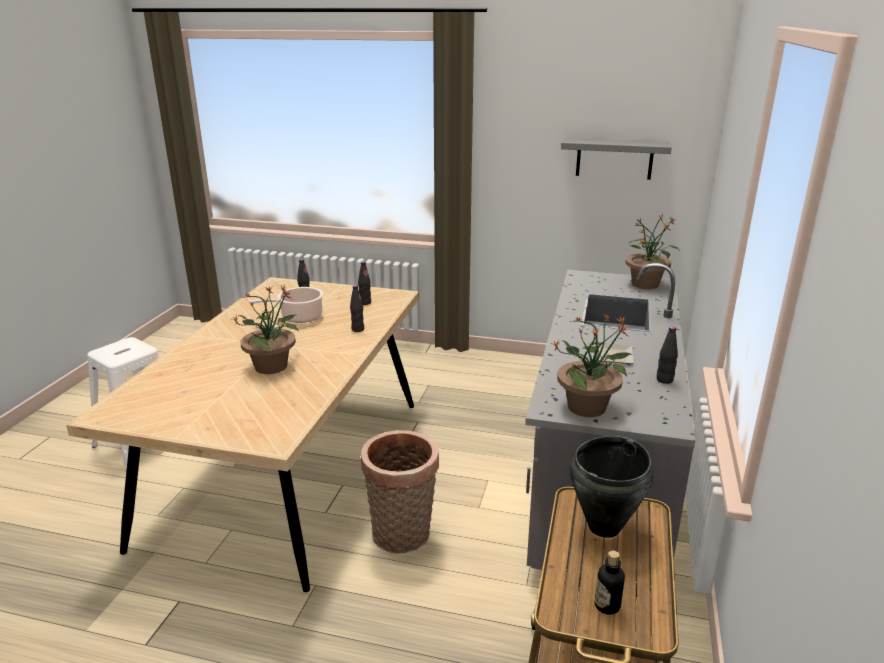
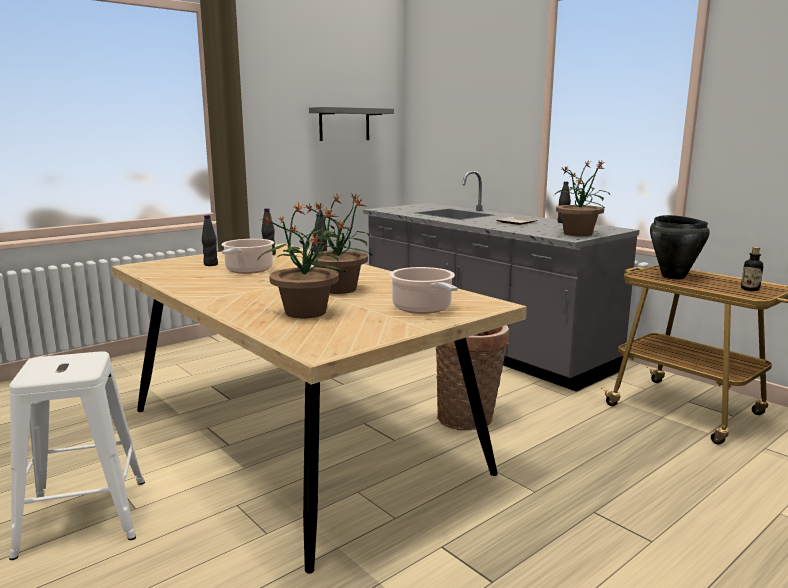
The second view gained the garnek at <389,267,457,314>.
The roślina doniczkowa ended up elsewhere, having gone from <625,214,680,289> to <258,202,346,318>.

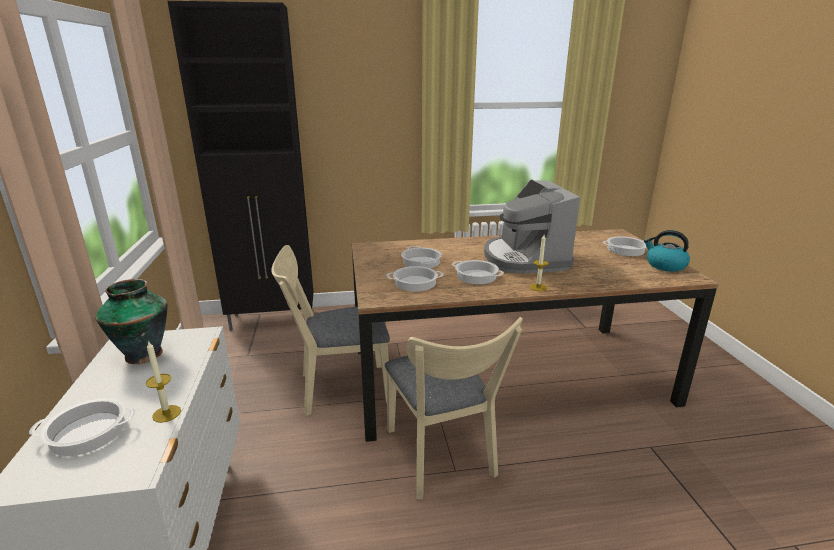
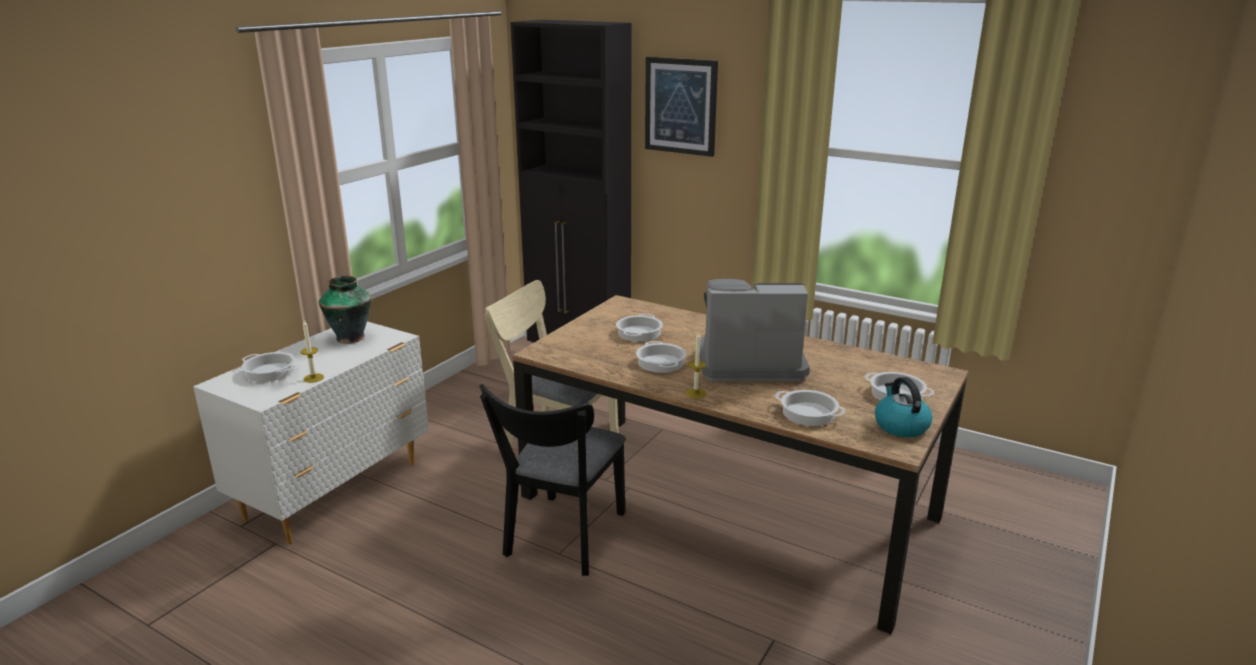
The second view gained the obraz at <645,57,718,157>.
The garnek ended up elsewhere, having gone from <386,266,444,292> to <775,390,846,426>.
What was the krzesło/beżowy at <385,317,523,500> turned into the krzesło/czarny at <479,384,626,576>.
The ekspres do kawy at <484,180,580,274> ended up facing another way, 60 degrees clockwise from before.

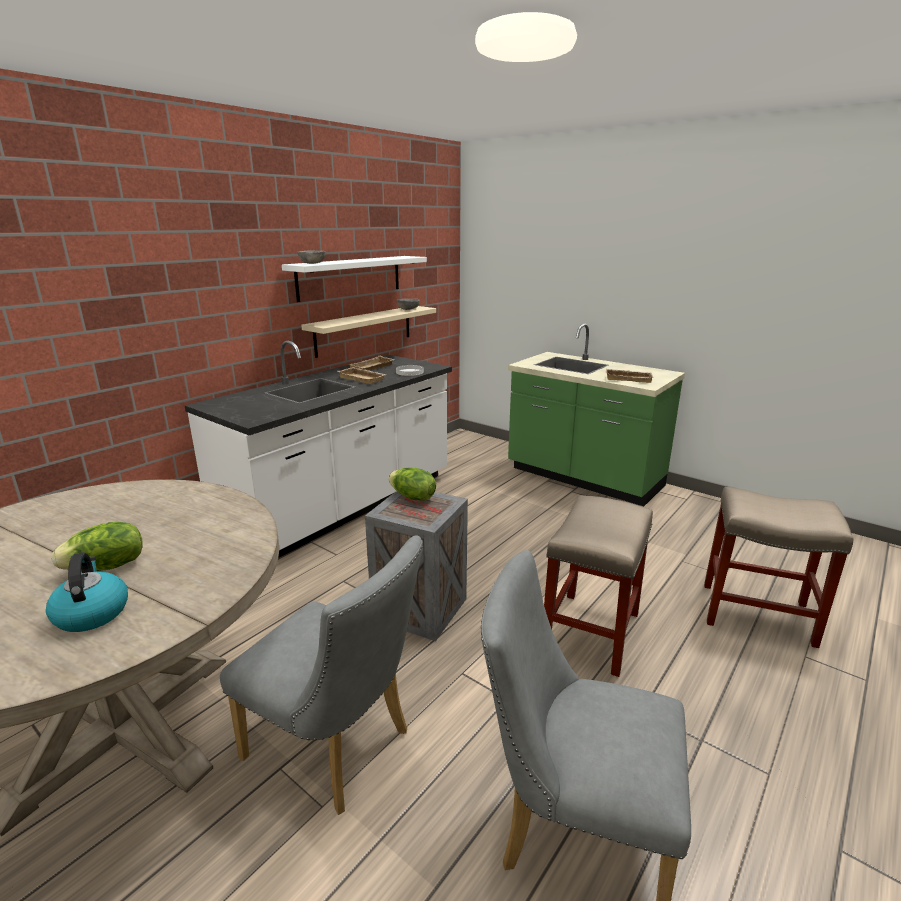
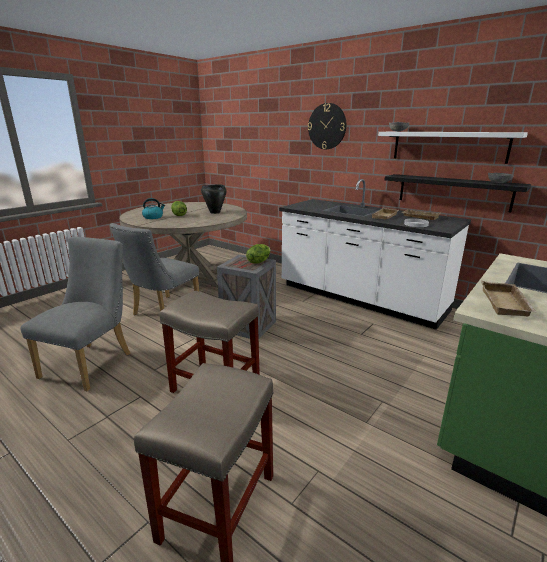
The second view gained the garnek/czarny at <201,185,227,214>.
The second view gained the zegar ścienny at <308,103,346,149>.
What was the półka/beżowy at <301,306,436,358> turned into the półka/czarny at <385,174,531,212>.

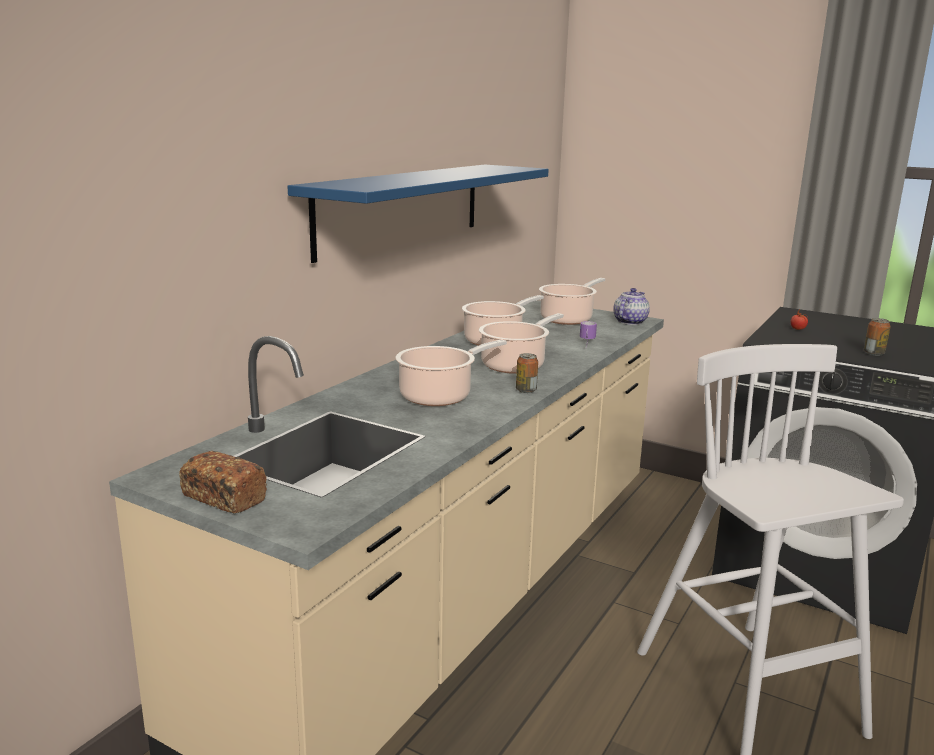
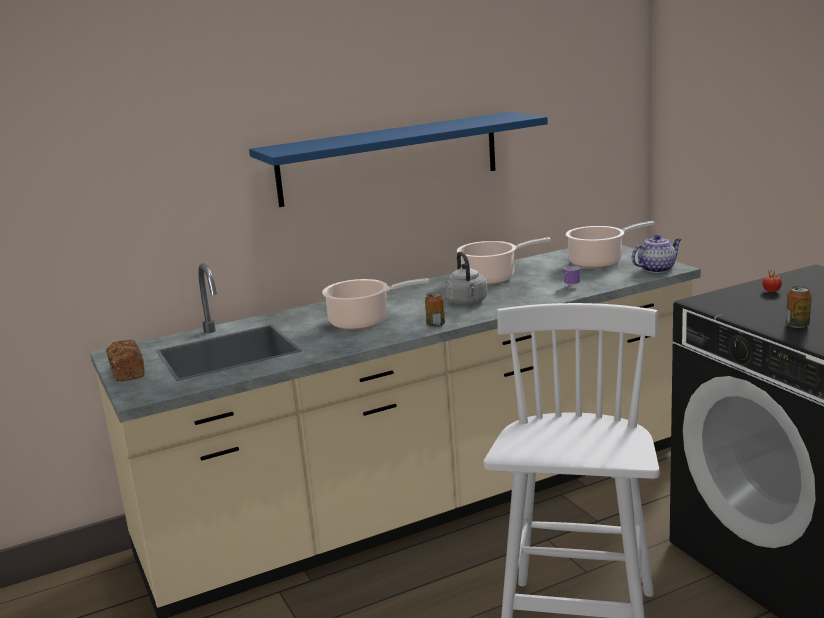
Where the garnek stood at <479,313,564,374>, the czajnik/szary came to stand at <446,251,487,305>.

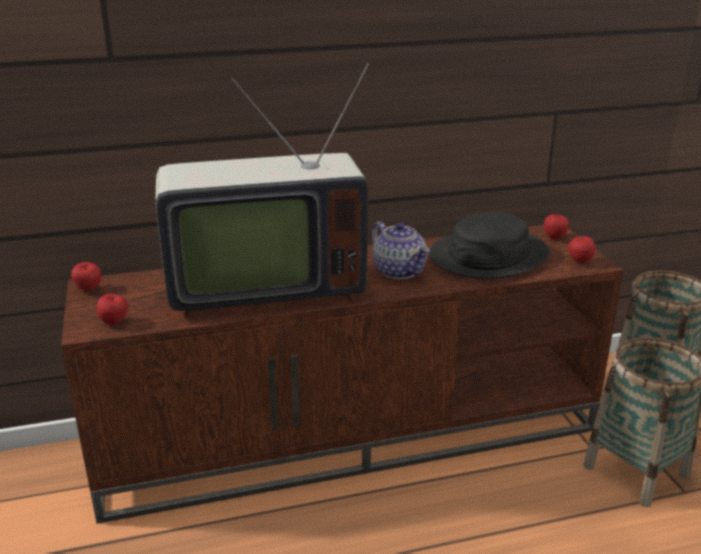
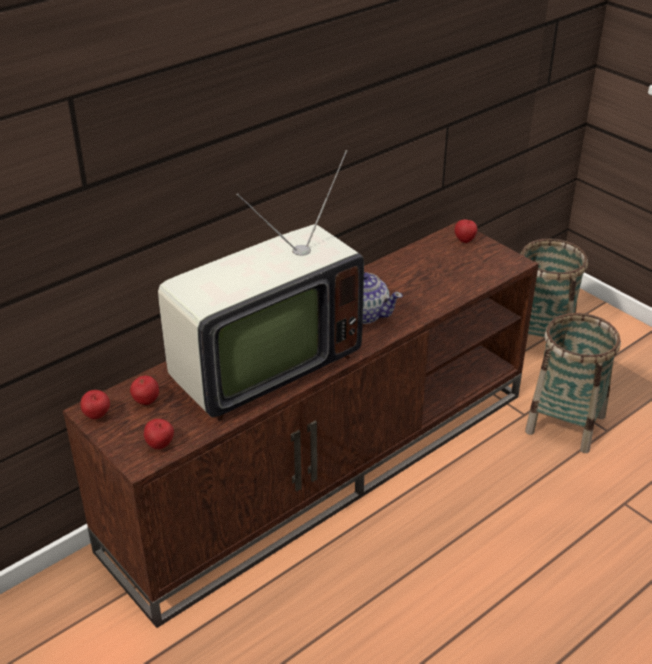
The second view lost the kapelusz/czarny at <429,212,550,279>.
The jabłko ended up elsewhere, having gone from <568,236,596,263> to <130,376,159,405>.

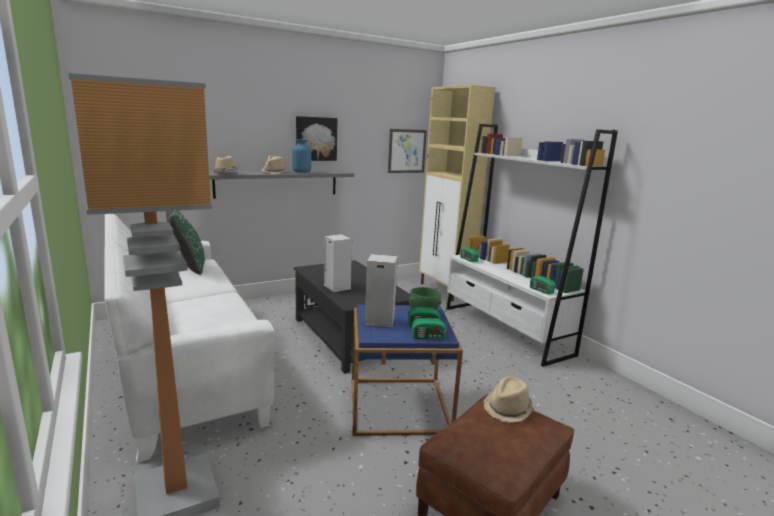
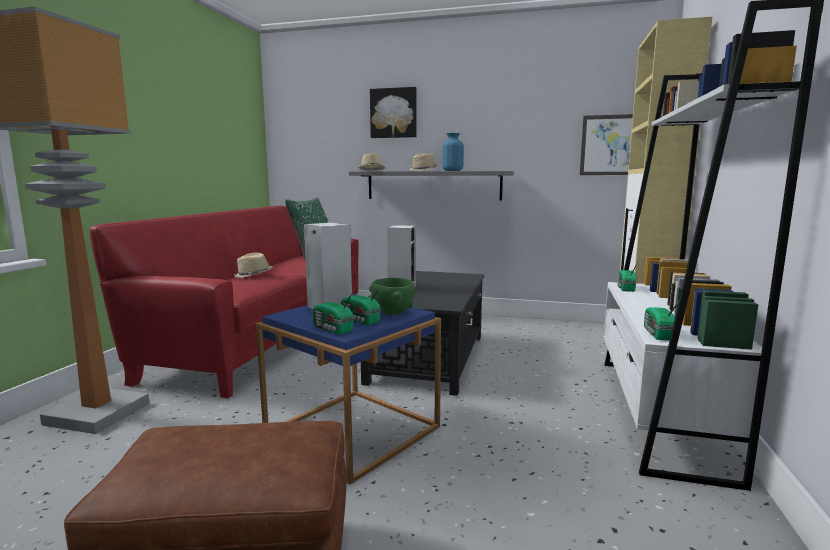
The obraz ended up elsewhere, having gone from <296,116,337,161> to <370,87,417,138>.
The kapelusz/beżowy ended up elsewhere, having gone from <484,376,534,423> to <234,253,273,278>.
What was the kanapa/biały at <104,214,274,463> turned into the kanapa/czerwony at <90,206,359,398>.

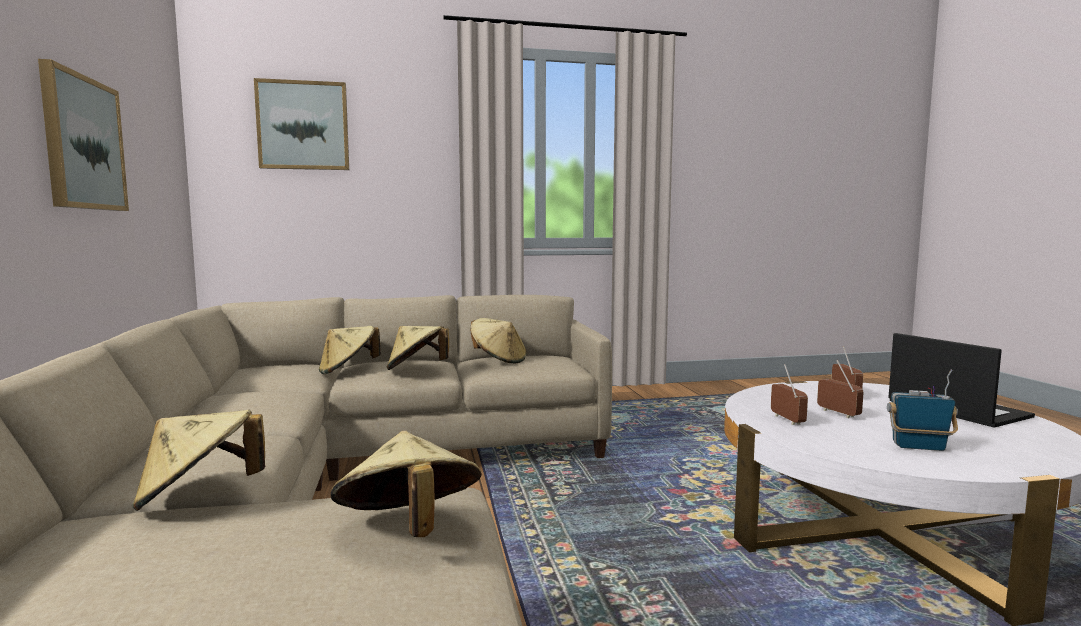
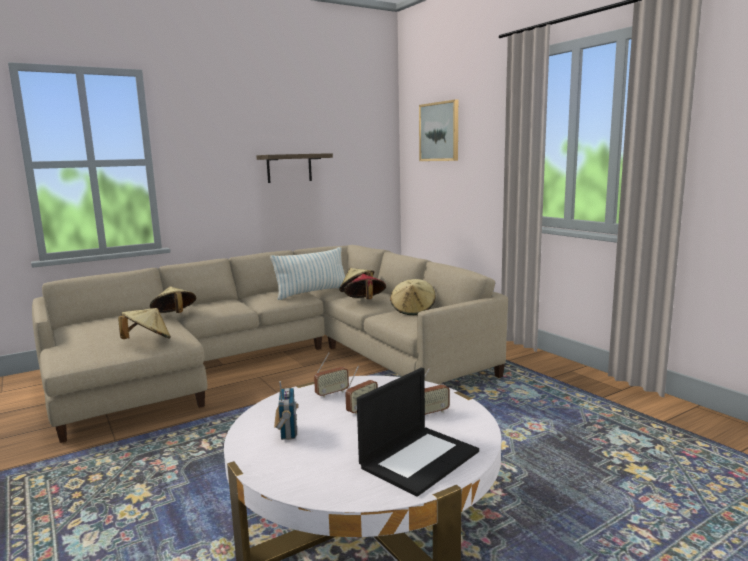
The second view gained the poduszka at <270,247,345,300>.
Where the obraz hung at <38,59,129,211>, the półka came to hang at <256,153,333,183>.
What was the kapelusz/beżowy at <387,326,449,370> turned into the kapelusz/czerwony at <344,274,386,299>.

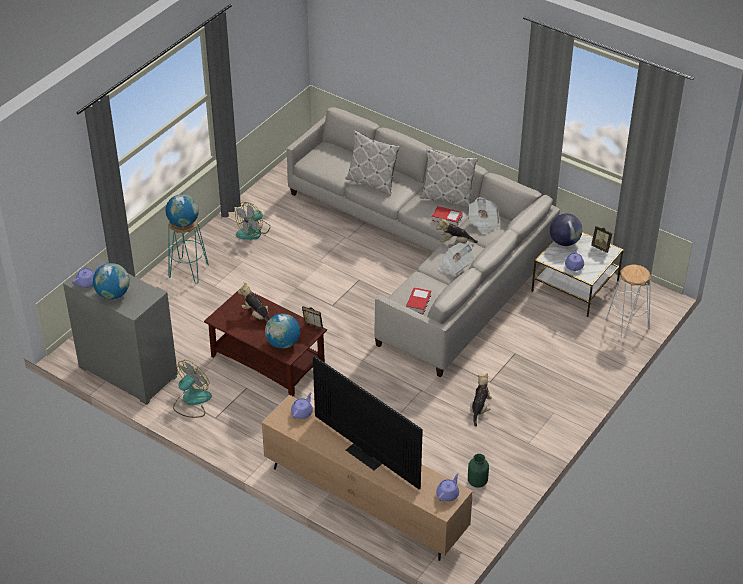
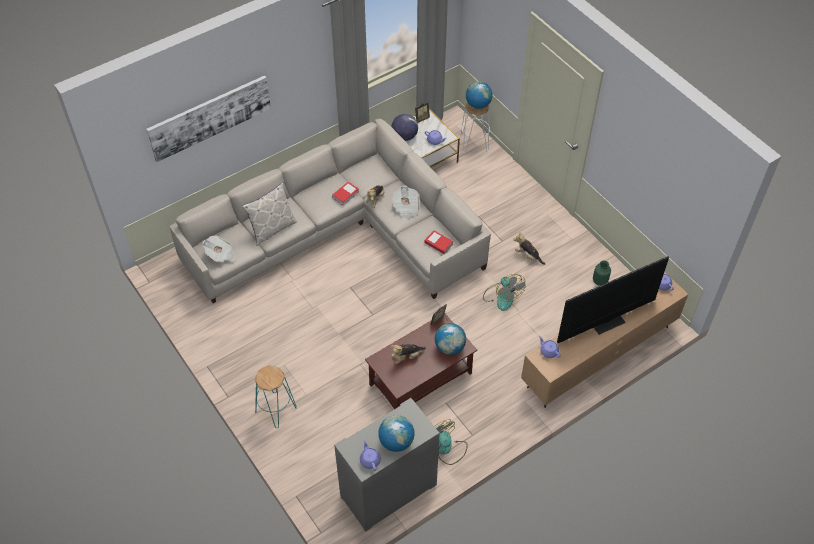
The second view lost the poduszka at <420,148,478,208>.
The second view gained the obraz at <147,75,271,162>.
The globus ended up elsewhere, having gone from <166,194,199,227> to <466,82,493,109>.
The wentylator ended up elsewhere, having gone from <235,202,270,240> to <483,274,526,311>.
The gazeta ended up elsewhere, having gone from <468,197,500,235> to <202,236,235,262>.

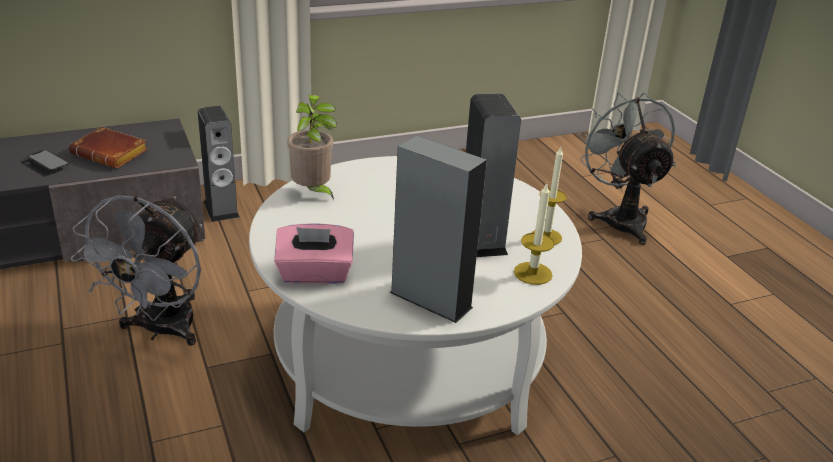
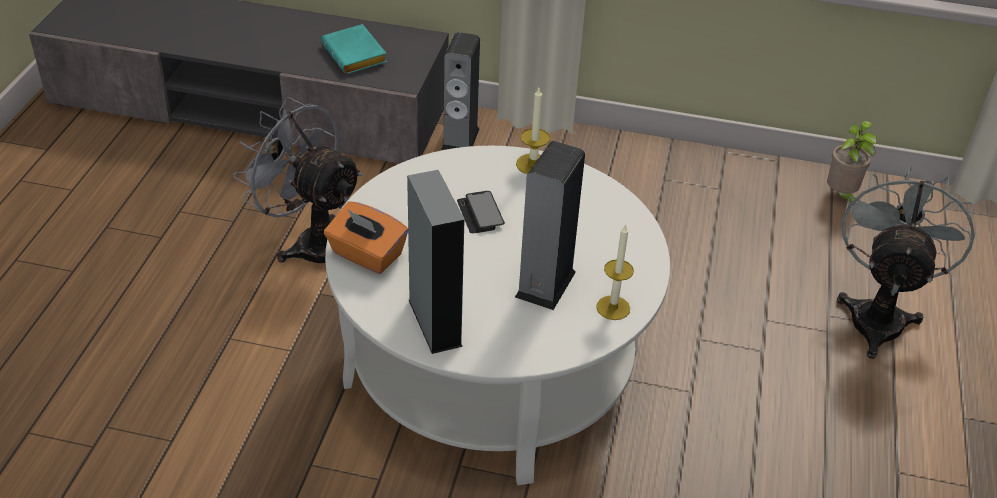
The telefon ended up elsewhere, having gone from <21,150,69,177> to <457,191,505,233>.
The roślina doniczkowa ended up elsewhere, having gone from <287,95,337,200> to <827,121,877,205>.
The świeca ended up elsewhere, having gone from <514,183,555,285> to <516,88,550,174>.
What was the książka/brązowy at <69,127,148,169> turned into the książka/turkusowy at <321,24,387,74>.
What was the pudełko chusteczek/różowy at <274,223,354,284> turned into the pudełko chusteczek/pomarańczowy at <324,201,408,274>.
The wentylator/szary at <71,195,202,346> ended up facing another way, 75 degrees clockwise from before.

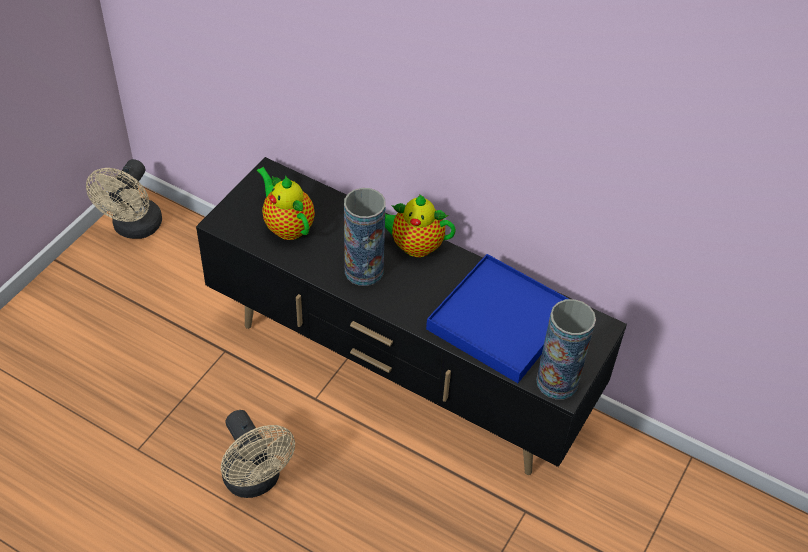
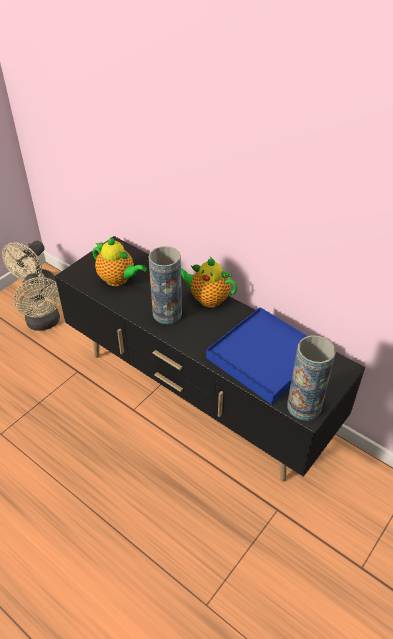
The wentylator/beżowy ended up elsewhere, having gone from <221,410,295,498> to <14,273,61,331>.
The imbryk at <257,167,315,240> ended up facing another way, 150 degrees clockwise from before.

